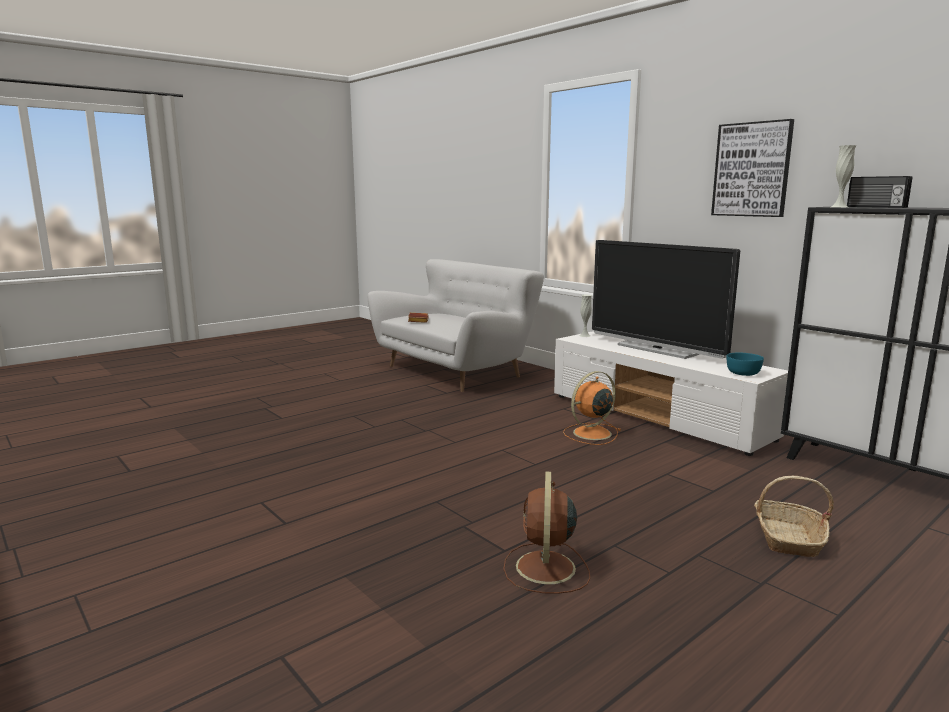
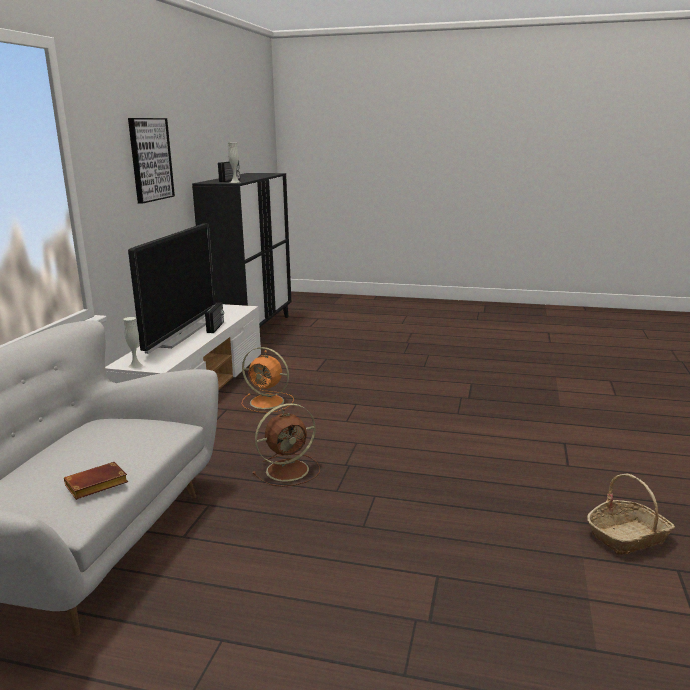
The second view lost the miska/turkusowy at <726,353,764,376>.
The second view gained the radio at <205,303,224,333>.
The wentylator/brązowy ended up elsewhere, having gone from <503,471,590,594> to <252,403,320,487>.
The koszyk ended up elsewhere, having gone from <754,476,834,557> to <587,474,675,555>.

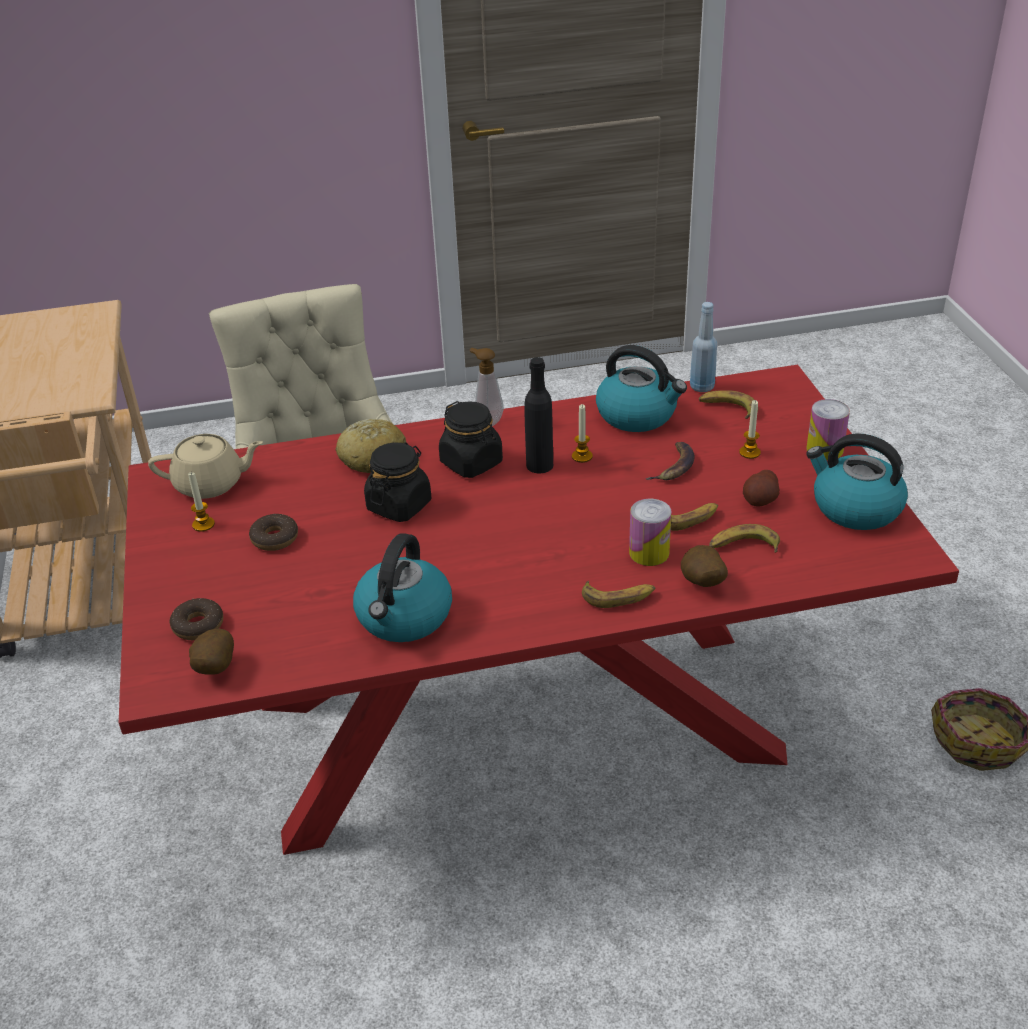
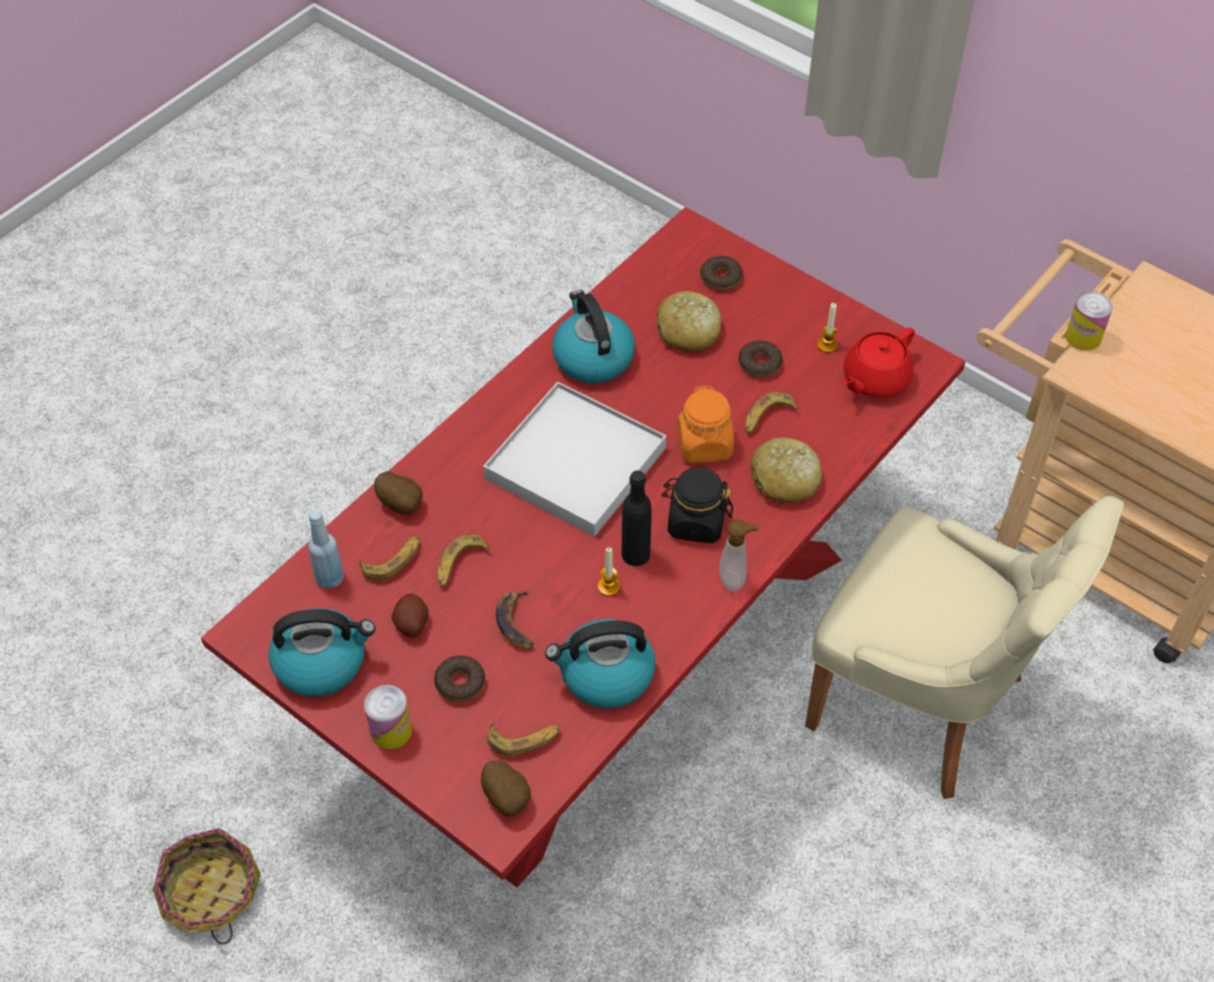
The second view gained the taca/biały at <483,382,666,537>.
The second view gained the chleb at <656,291,722,351>.
The ziemniak ended up elsewhere, having gone from <189,628,234,675> to <481,760,531,816>.
The banan ended up elsewhere, having gone from <582,581,655,608> to <745,392,798,434>.
The puszka ended up elsewhere, having gone from <629,499,672,566> to <1065,291,1113,351>.
The butelka/niebieski ended up elsewhere, having gone from <690,302,717,392> to <308,510,344,589>.
Where the świeca stood at <739,400,761,459>, the donut came to stand at <434,655,485,702>.
What was the imbryk/beżowy at <148,434,263,499> turned into the imbryk/czerwony at <843,328,915,398>.
What was the słoik/czarny at <364,442,432,522> turned into the słoik/pomarańczowy at <677,386,734,463>.

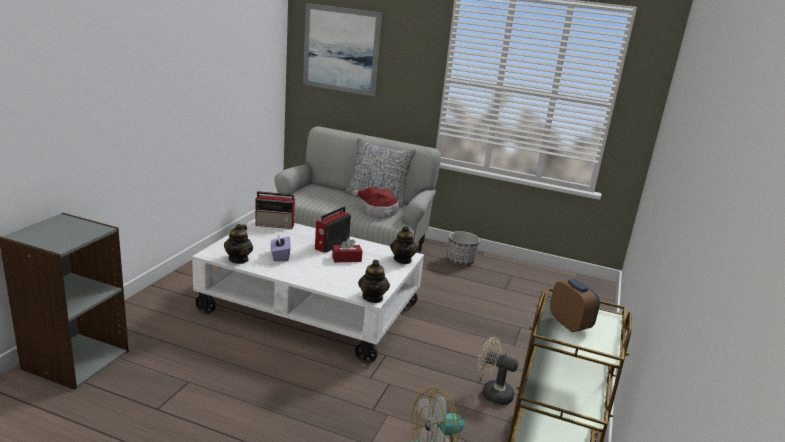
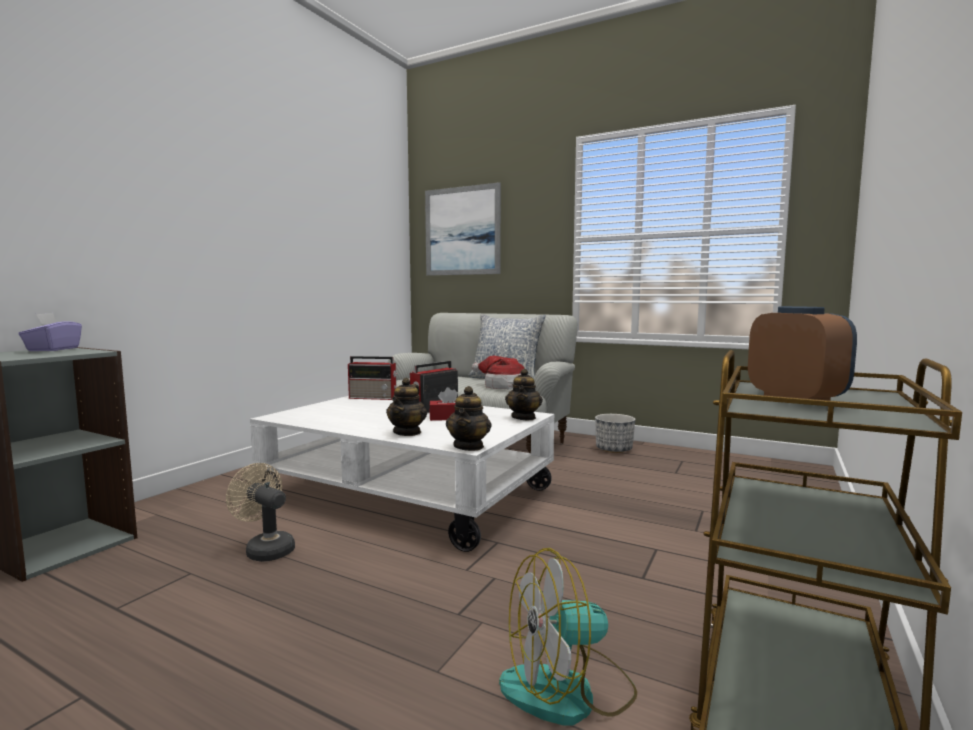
The imbryk ended up elsewhere, having gone from <224,224,253,264> to <386,378,427,436>.
The pudełko chusteczek/fioletowy ended up elsewhere, having gone from <271,234,291,261> to <19,313,82,351>.
The wentylator/beżowy ended up elsewhere, having gone from <478,337,519,405> to <226,463,295,562>.

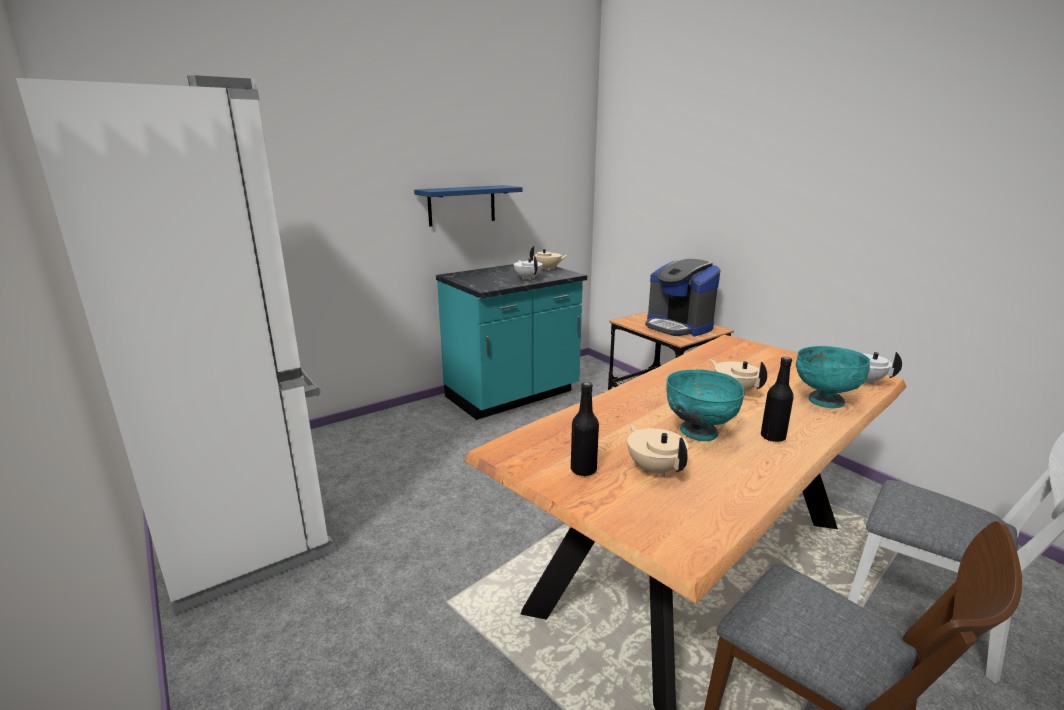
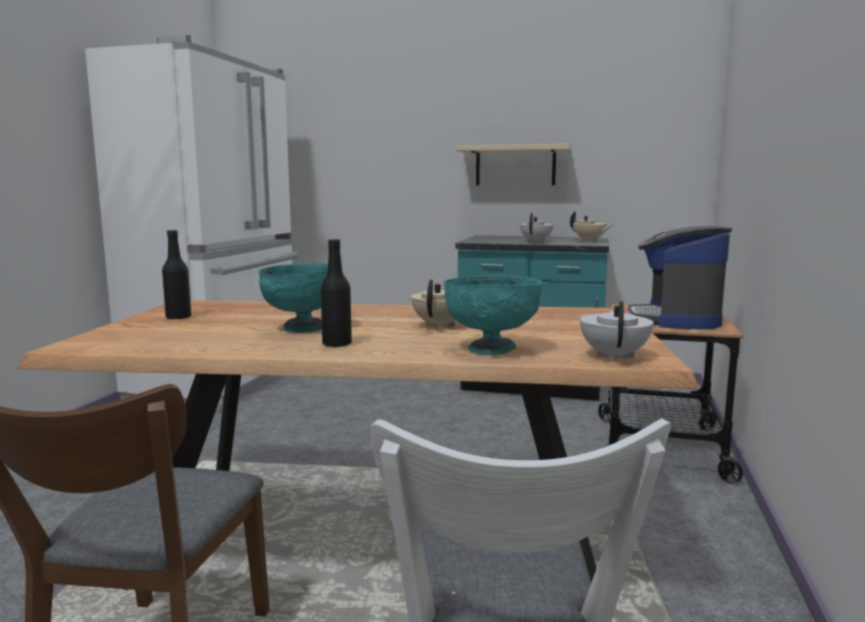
The second view lost the imbryk/beżowy at <627,423,688,477>.
What was the półka/niebieski at <414,185,522,226> turned into the półka/beżowy at <455,144,571,185>.

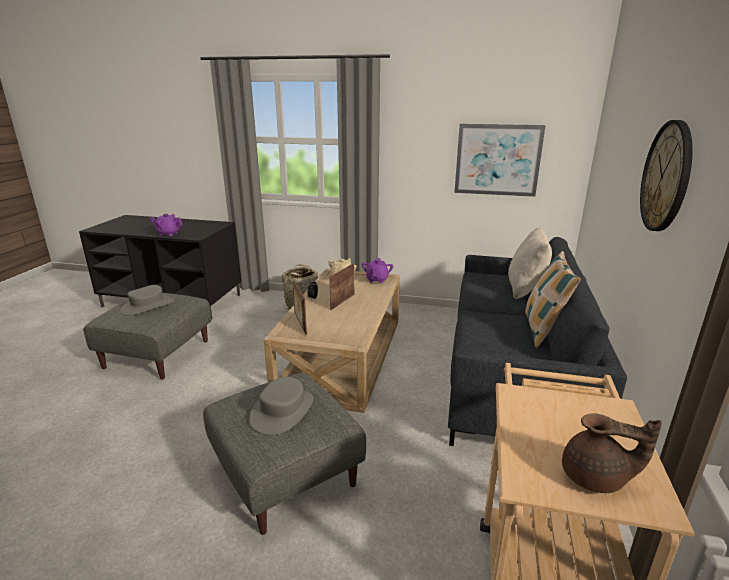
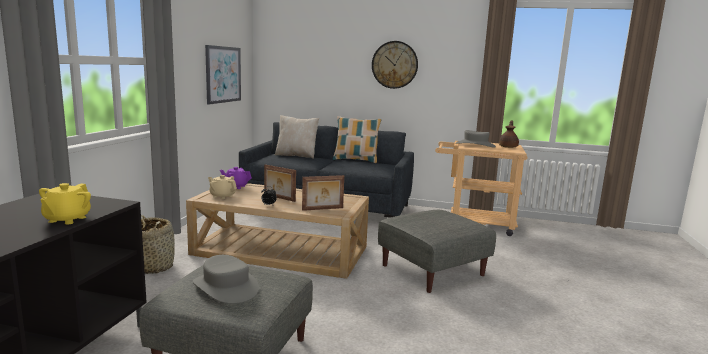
The kapelusz/szary ended up elsewhere, having gone from <249,377,314,435> to <456,130,496,148>.
What was the imbryk/fioletowy at <150,214,183,236> turned into the imbryk/żółty at <39,183,91,224>.

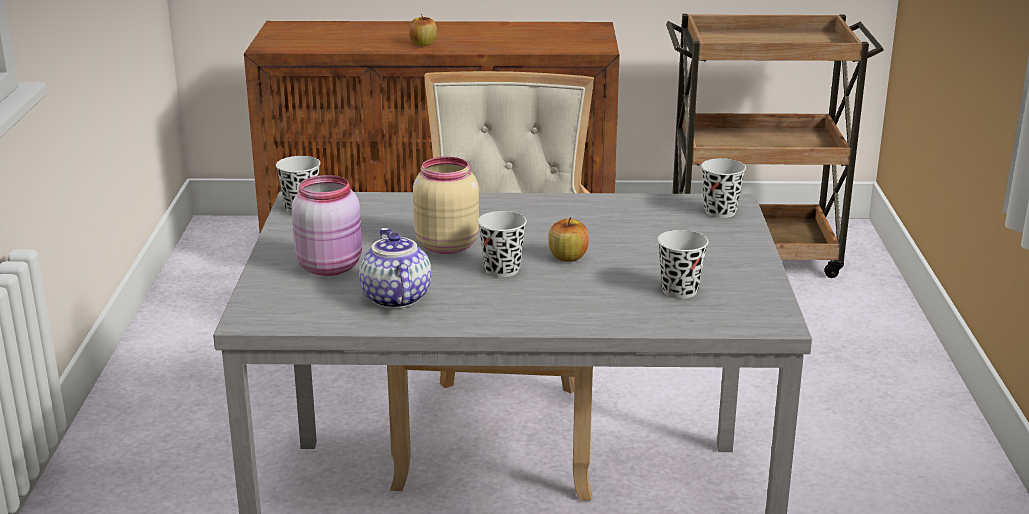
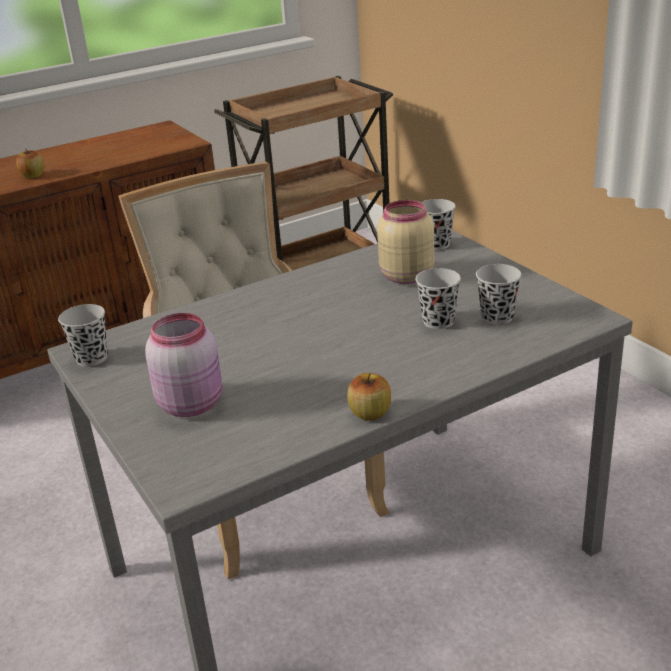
The second view lost the imbryk at <359,228,431,309>.
The słoik/beżowy ended up elsewhere, having gone from <413,157,479,254> to <377,200,434,284>.
The filiżanka/czarny ended up elsewhere, having gone from <478,211,527,277> to <416,268,461,329>.
The jabłko ended up elsewhere, having gone from <548,217,589,262> to <347,373,391,420>.

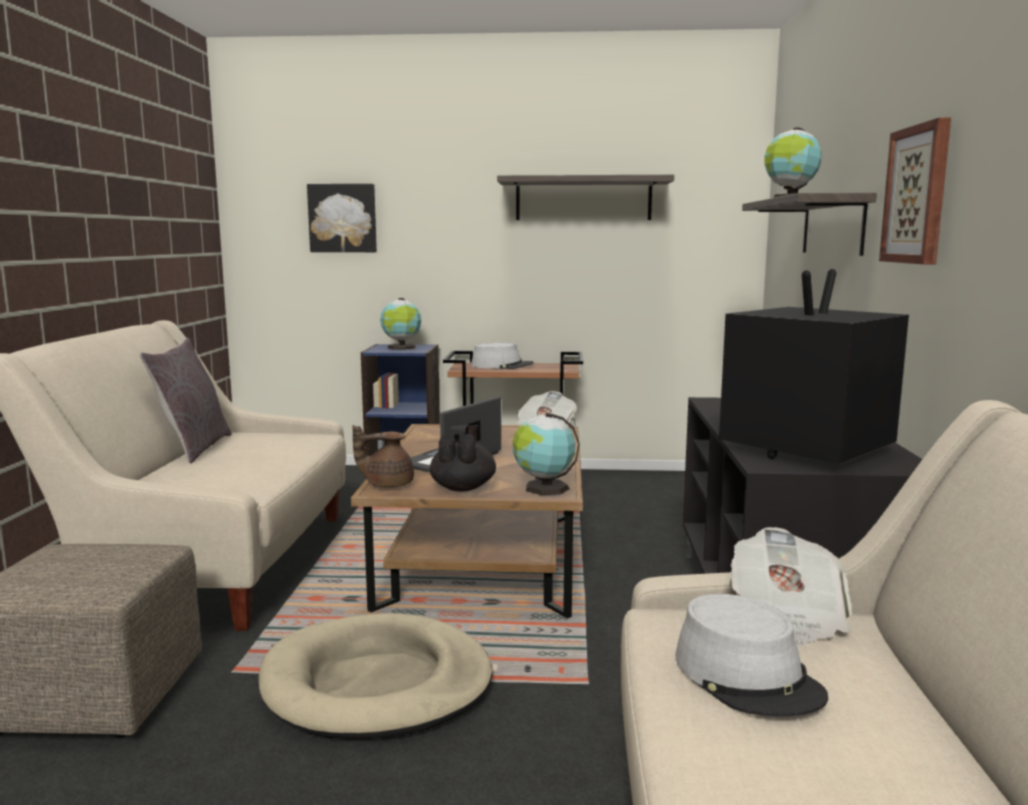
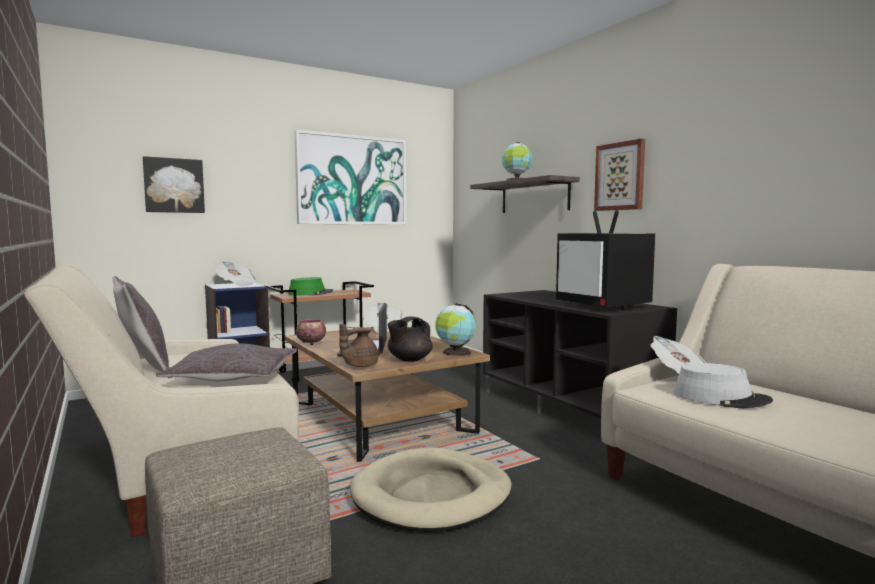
The second view gained the poduszka/szary at <156,343,297,381>.
The second view gained the miska at <296,319,326,345>.
Where the globus stood at <380,298,421,350>, the gazeta came to stand at <215,261,257,287>.
Where the półka hung at <497,175,674,220>, the obraz came to hang at <294,129,406,225>.
What was the kapelusz/szary at <471,343,534,369> turned into the kapelusz/zielony at <288,277,333,295>.
The imbryk/czarny at <430,425,496,492> ended up facing another way, 105 degrees counterclockwise from before.
The telewizor at <719,269,909,464> ended up facing another way, 45 degrees counterclockwise from before.

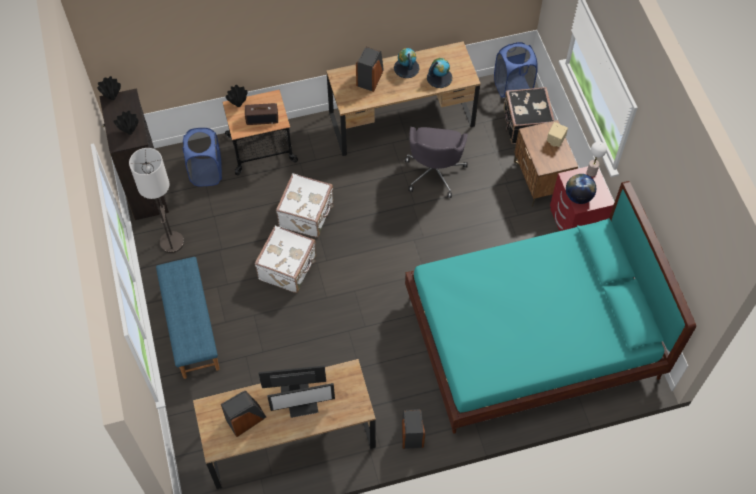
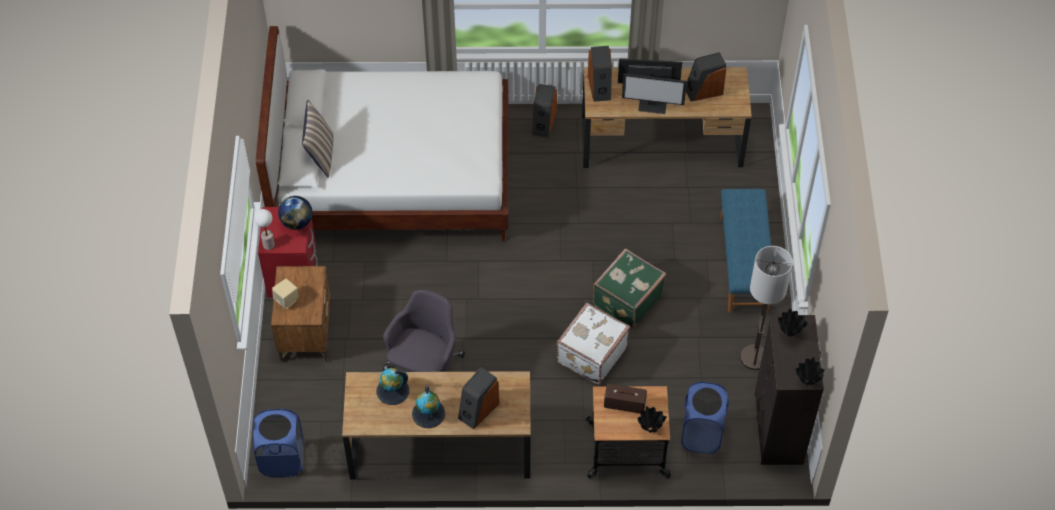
The second view lost the walizka/czarny at <504,87,555,144>.
The second view gained the poduszka at <302,99,334,178>.
The second view gained the głośnik at <588,46,612,102>.
What was the walizka/biały at <255,225,316,293> turned into the walizka/zielony at <593,248,666,329>.
What was the łóżko/turkusowy at <405,181,696,434> turned into the łóżko/biały at <256,26,508,241>.

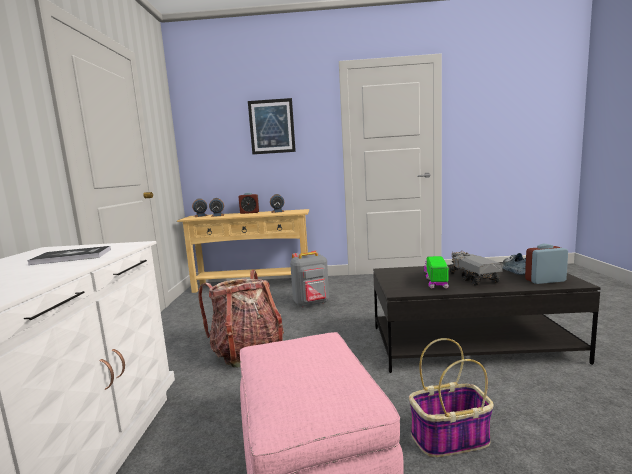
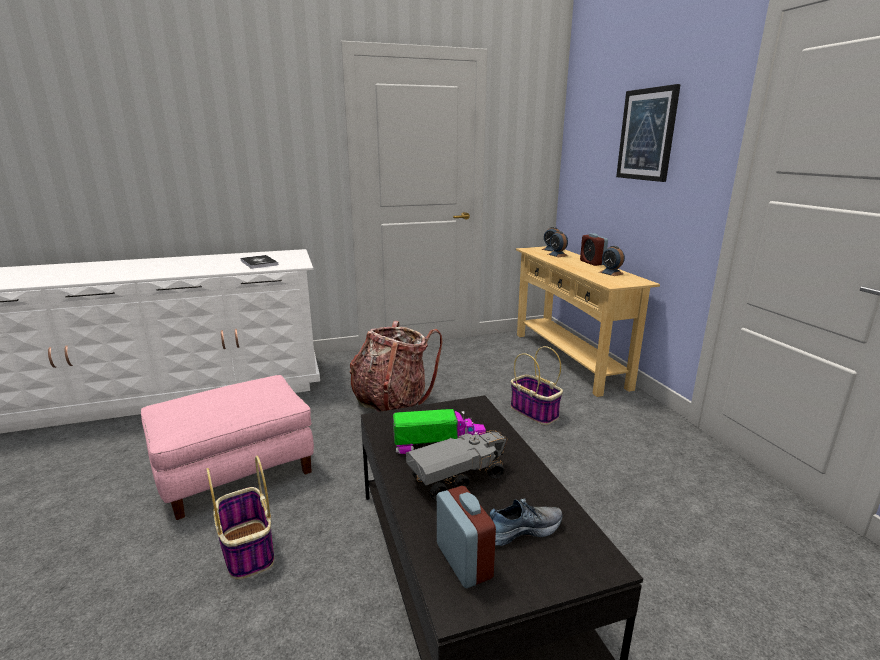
Where the plecak/szary stood at <290,250,329,307>, the koszyk came to stand at <511,346,563,425>.

